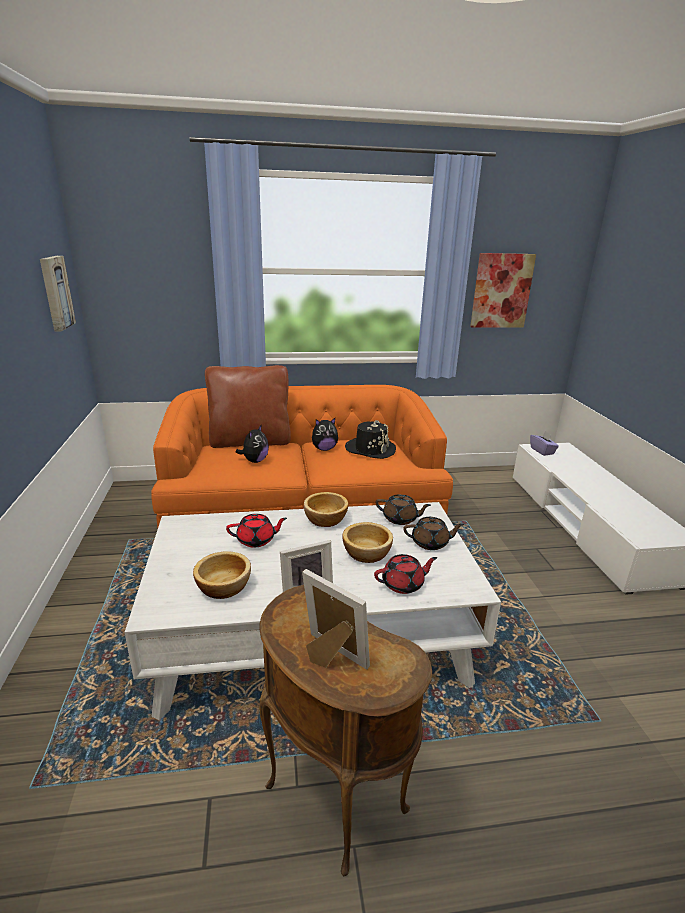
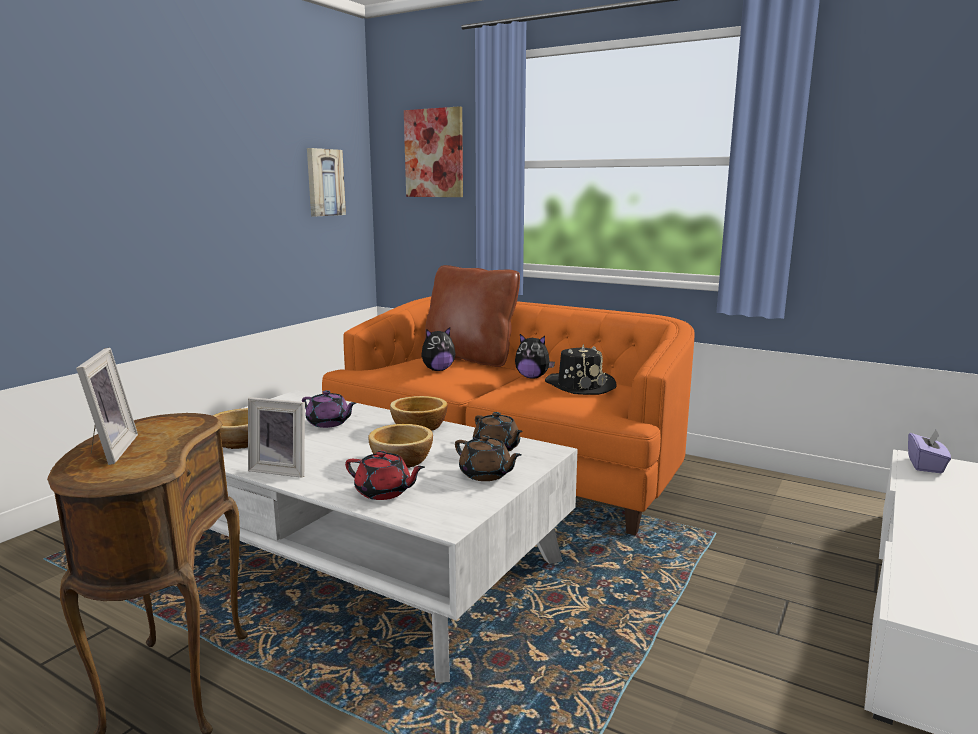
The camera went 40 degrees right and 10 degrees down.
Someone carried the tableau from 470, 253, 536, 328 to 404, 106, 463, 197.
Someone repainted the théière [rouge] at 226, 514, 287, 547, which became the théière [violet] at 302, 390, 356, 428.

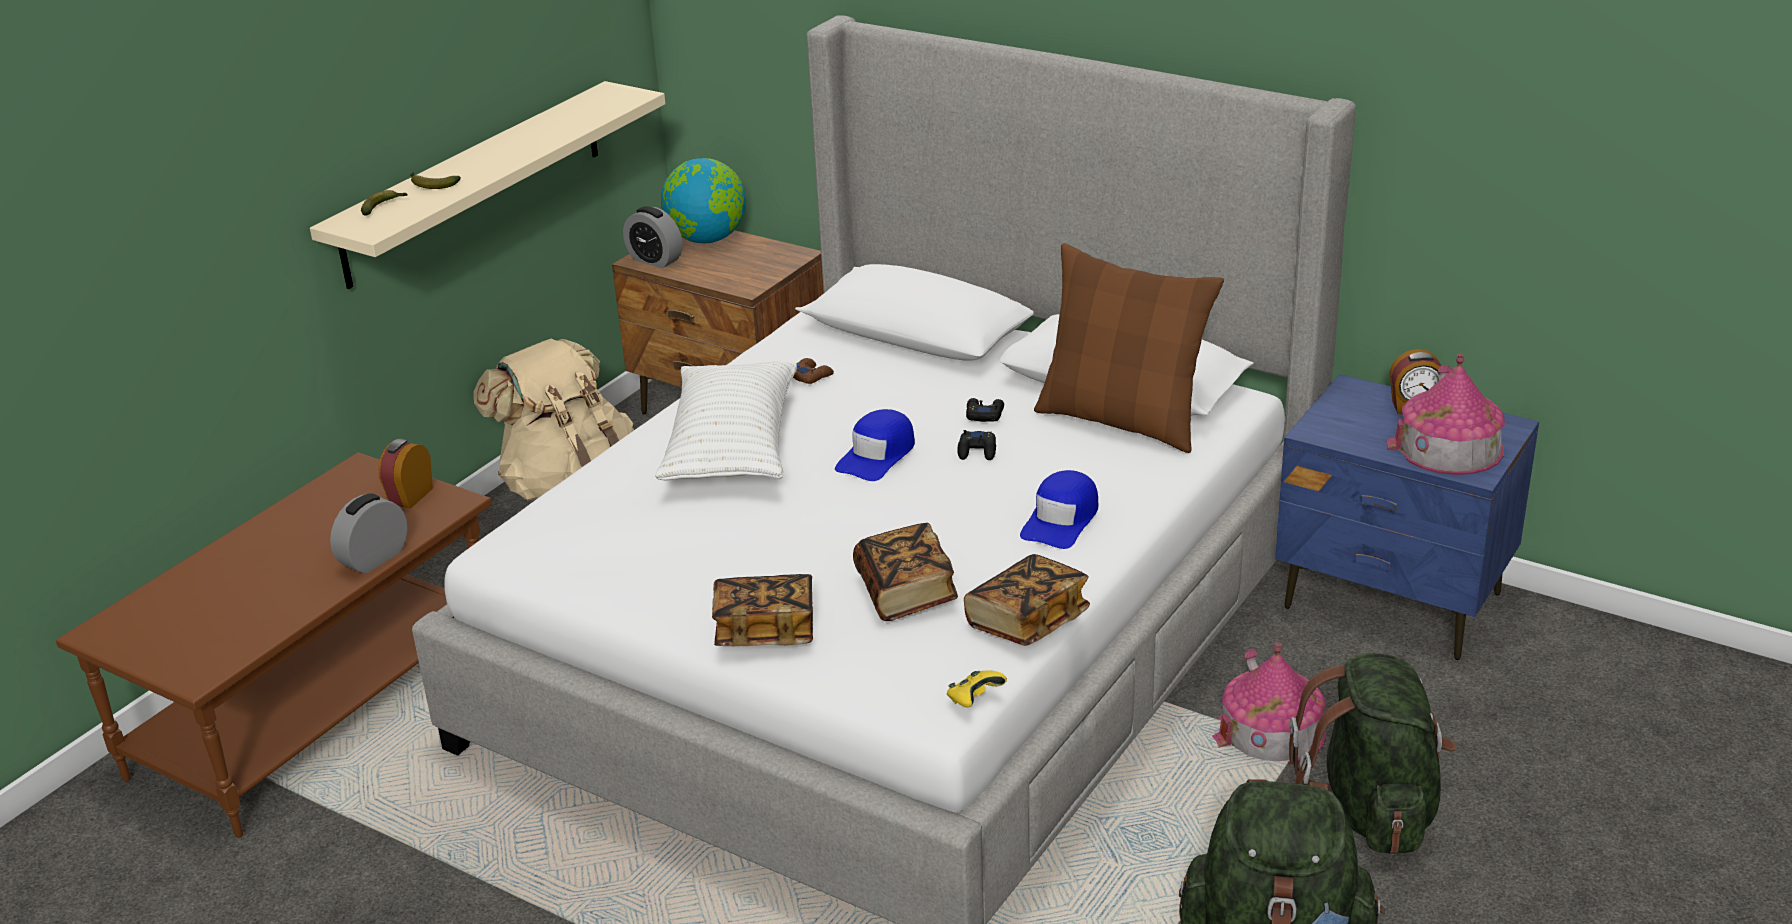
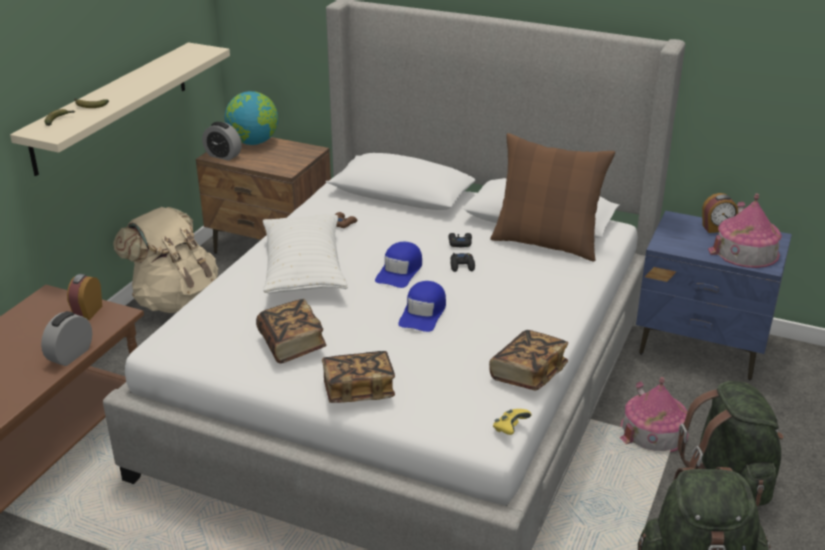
The camera went 10 degrees left and 0 degrees up.
Someone carried the livre from 853, 523, 958, 621 to 256, 299, 326, 364.
Someone carried the casquette [bleu] from 1020, 470, 1098, 549 to 398, 281, 446, 332.

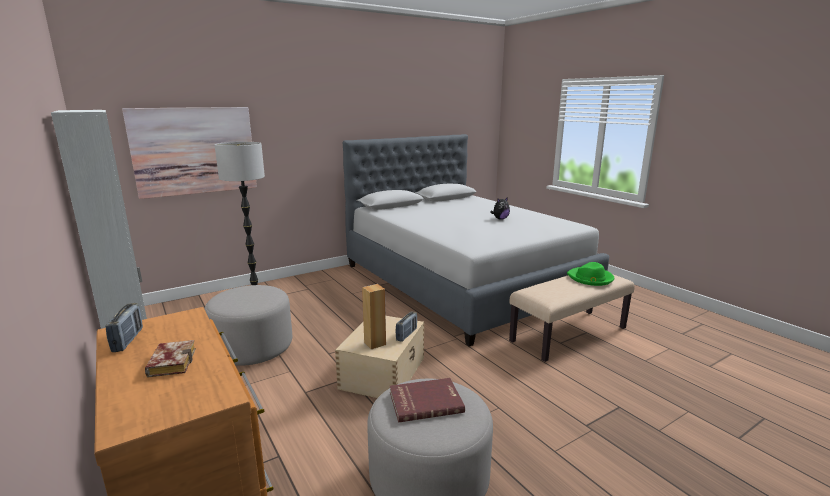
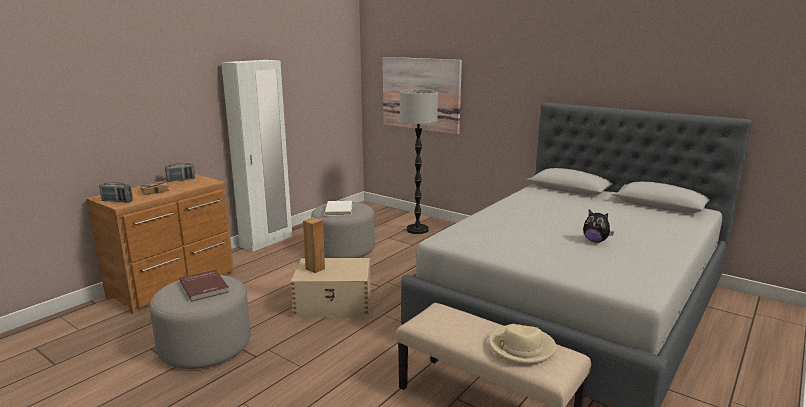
The camera went 70 degrees right and 0 degrees up.
Someone put down the livre [blanc] at 325, 201, 352, 216.
Someone carried the radio from 396, 312, 417, 342 to 99, 182, 133, 202.
Someone repainted the chapeau [vert] at 567, 262, 614, 286, which became the chapeau [beige] at 489, 324, 556, 365.

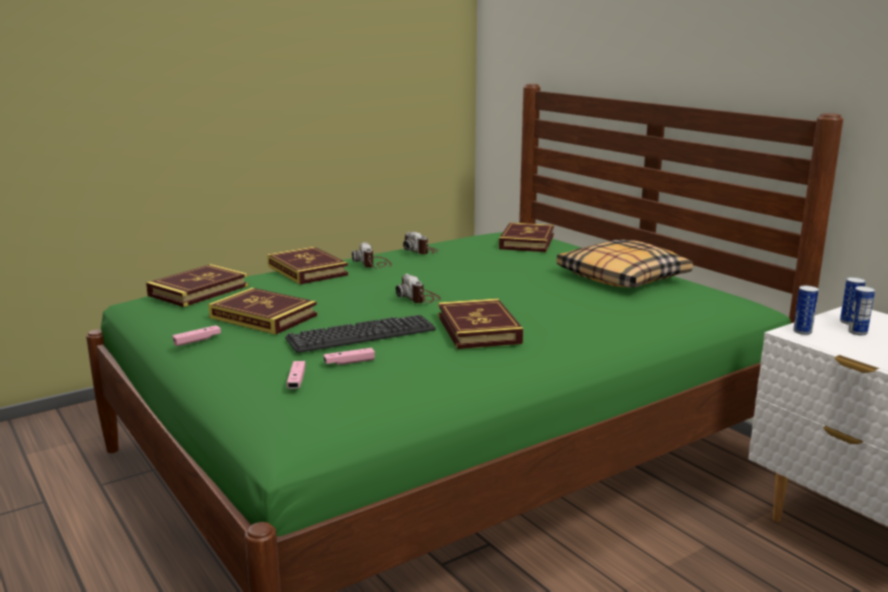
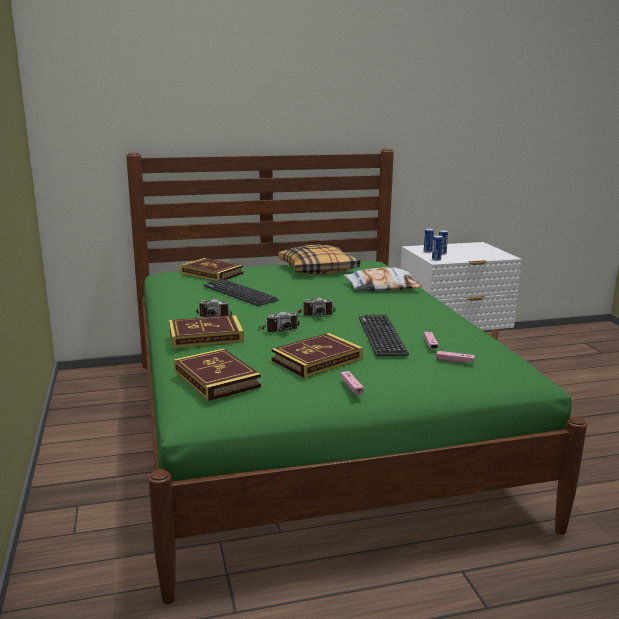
The camera went 70 degrees left and 0 degrees up.
Someone took away the livre at 438, 298, 523, 349.
Someone put down the clavier at 204, 279, 278, 306.
Someone put down the coussin at 344, 267, 422, 291.
Someone carried the appareil photo from 403, 232, 439, 254 to 258, 311, 300, 332.

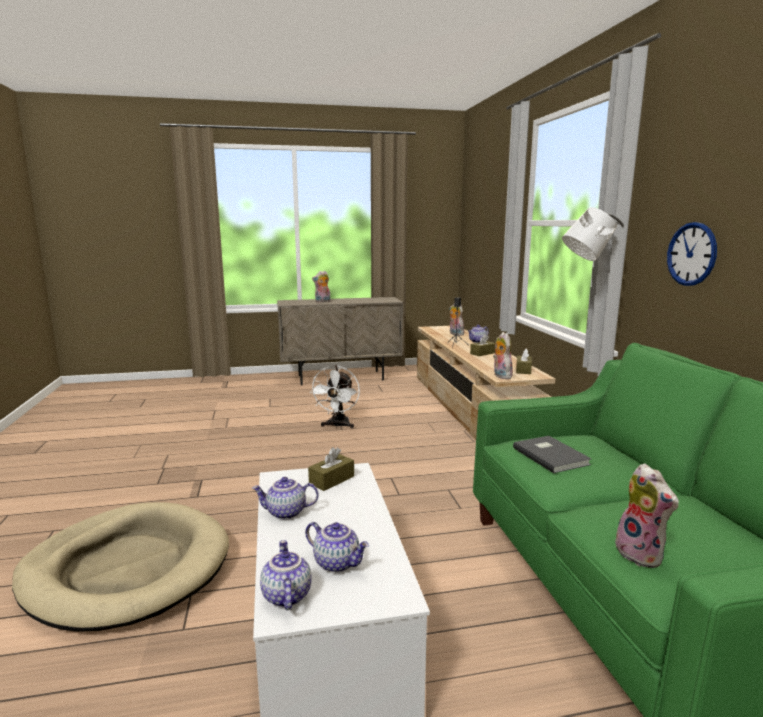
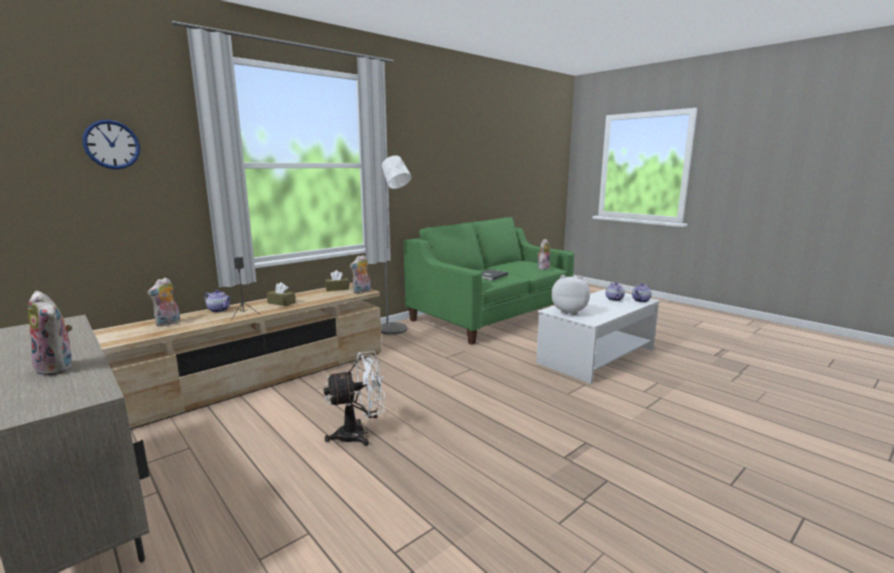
The camera went 120 degrees left and 0 degrees up.
Someone took away the panier pour chien [beige] at 12, 502, 229, 632.
Someone took away the théière at 252, 477, 319, 520.
Someone carried the horloge murale from 667, 222, 717, 286 to 82, 120, 140, 169.
Someone swapped the boîte à mouchoirs [marron] at 308, 447, 354, 491 for the peluche at 551, 275, 590, 315.

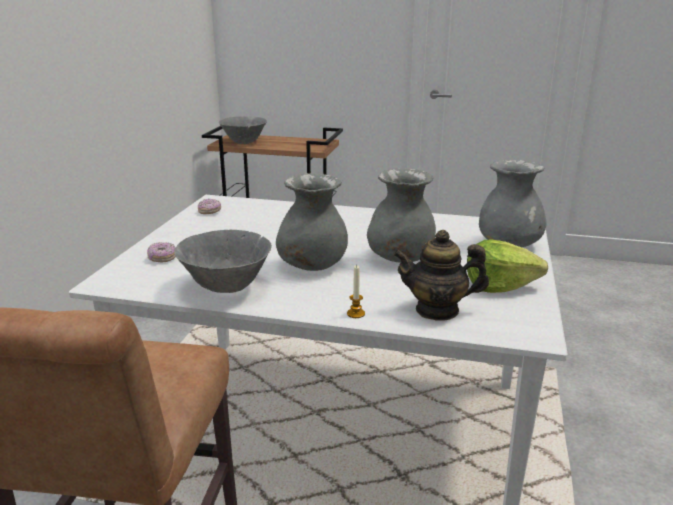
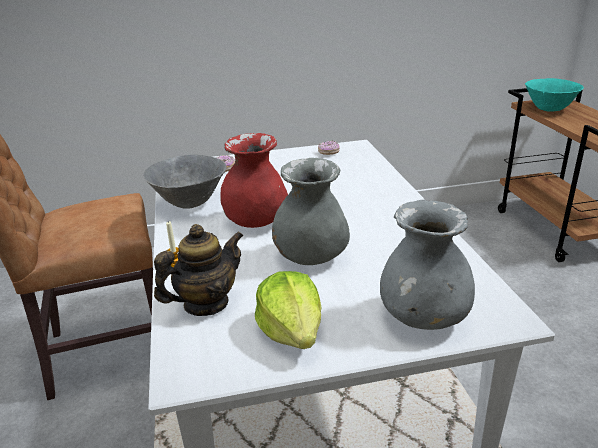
The camera went 65 degrees right and 5 degrees up.
Someone repainted the bol [gris] at 219, 116, 267, 144, which became the bol [turquoise] at 525, 78, 584, 112.
Someone repainted the vase [gris] at 276, 173, 348, 271, which became the vase [rouge] at 220, 133, 288, 228.
Someone rotated the théière at 393, 230, 489, 321 by 75 degrees clockwise.

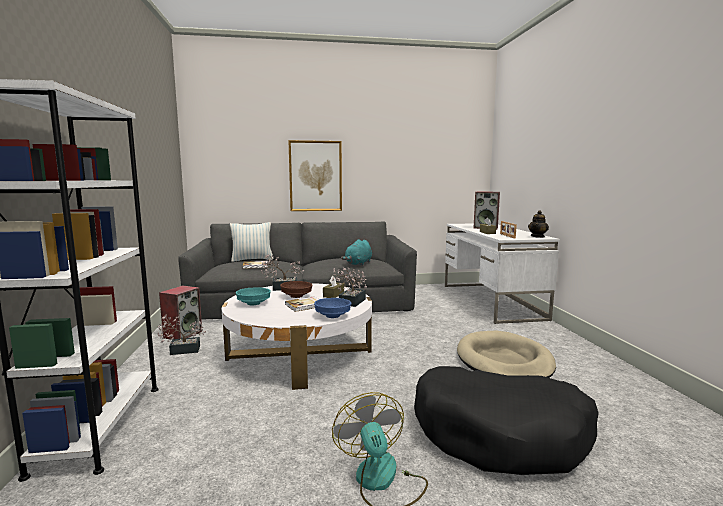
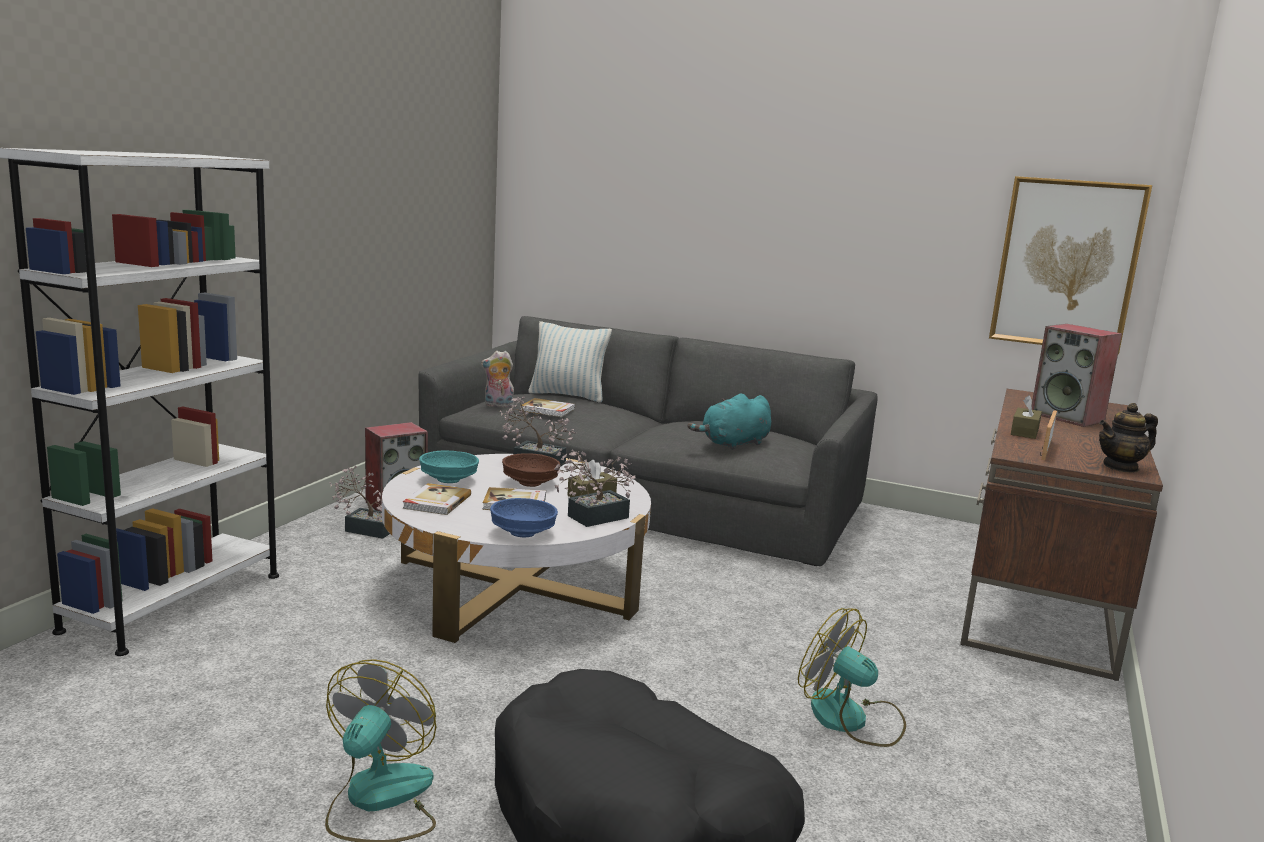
The camera went 30 degrees right and 5 degrees up.
Someone put down the livre at 403, 483, 471, 515.
Someone put down the peluche at 481, 351, 514, 407.
Someone carried the tableau from 288, 140, 342, 211 to 989, 176, 1152, 354.
Someone swapped the panier pour chien [beige] at 457, 331, 556, 378 for the ventilateur at 798, 608, 906, 747.
Someone repainted the bureau [blanc] at 445, 224, 560, 324, which became the bureau [marron] at 960, 389, 1163, 681.

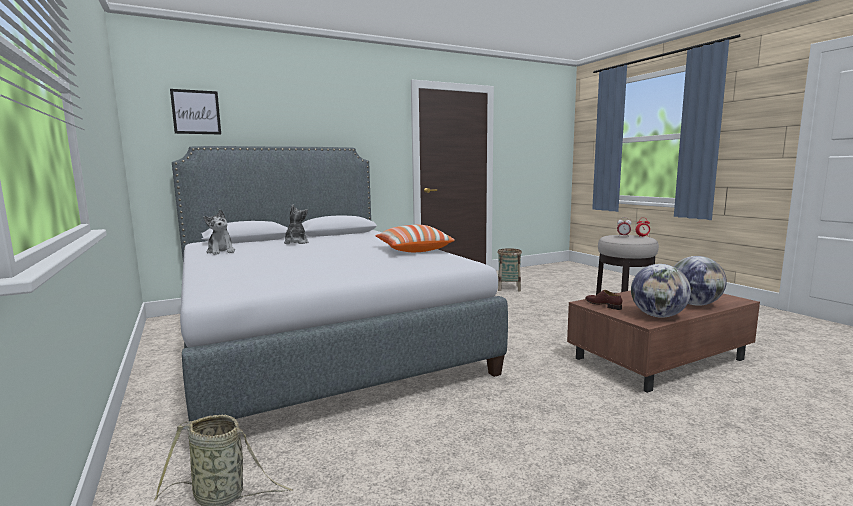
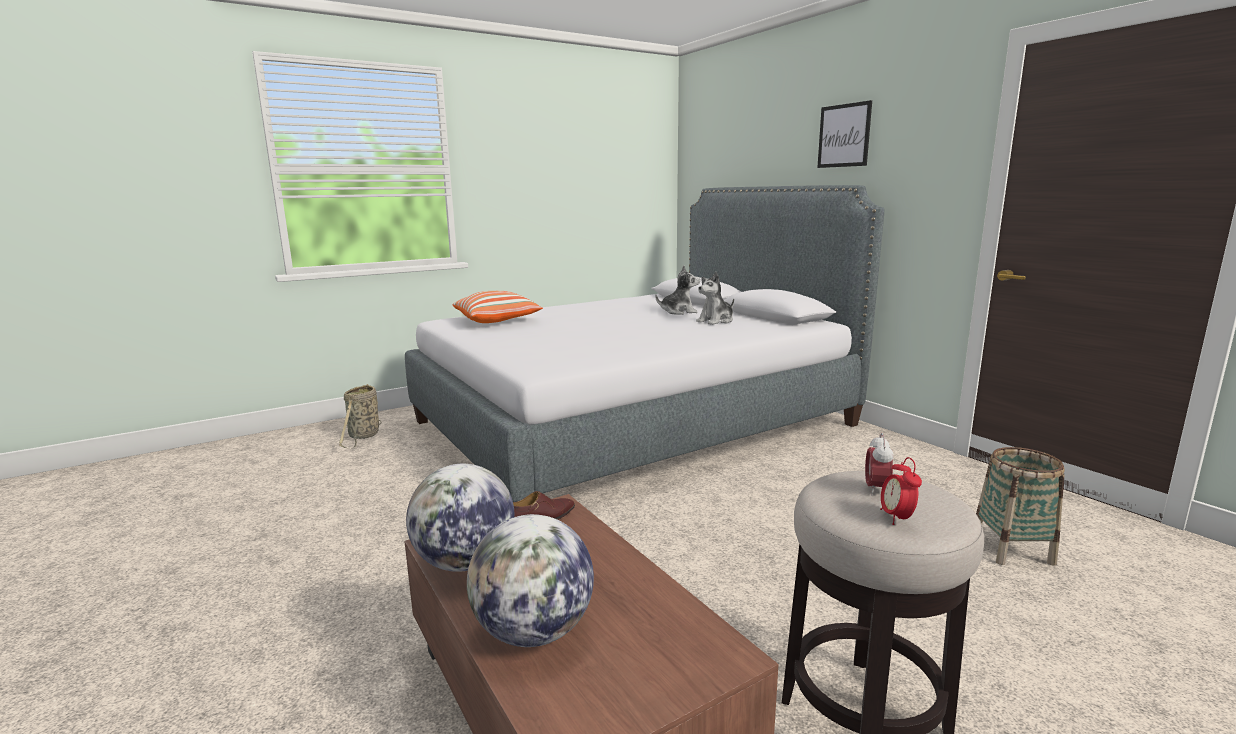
The camera went 85 degrees right and 5 degrees up.
Someone carried the tableau from 170, 89, 221, 134 to 817, 100, 872, 168.
Someone carried the peluche from 203, 210, 235, 255 to 696, 272, 734, 325.
Someone carried the coussin from 375, 225, 455, 252 to 452, 291, 543, 323.

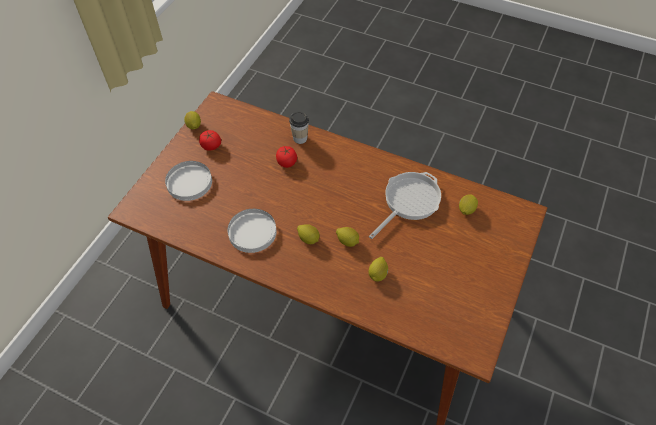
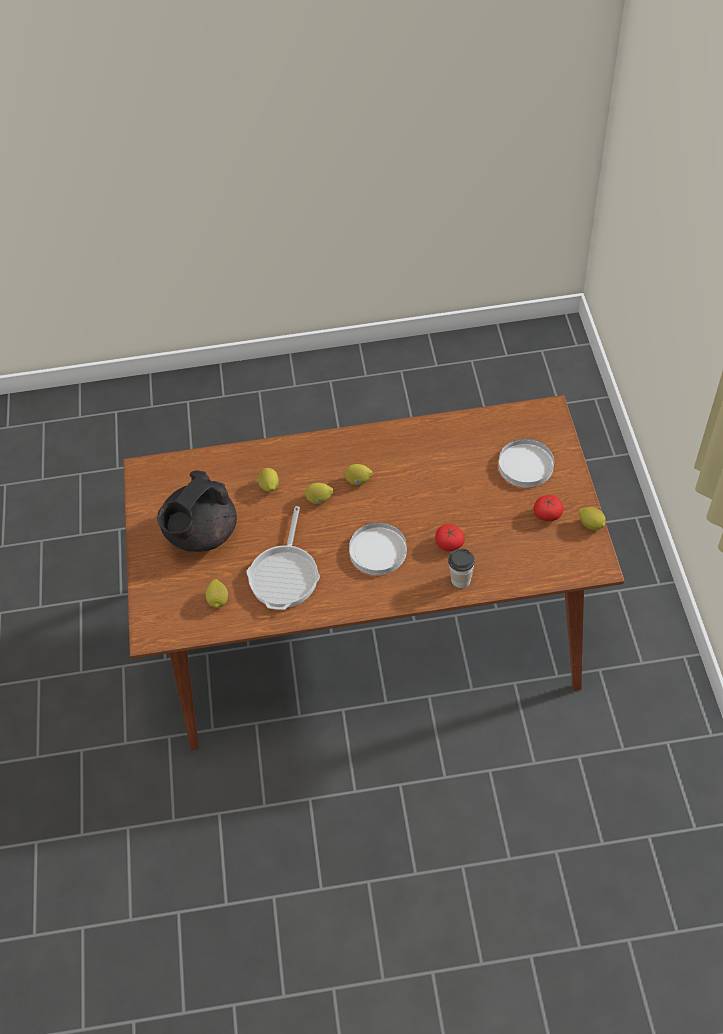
The camera went 150 degrees right and 0 degrees up.
Someone put down the théière [noir] at 157, 470, 237, 552.
Someone carried the assiette [blanc] from 228, 209, 276, 253 to 349, 522, 407, 575.

